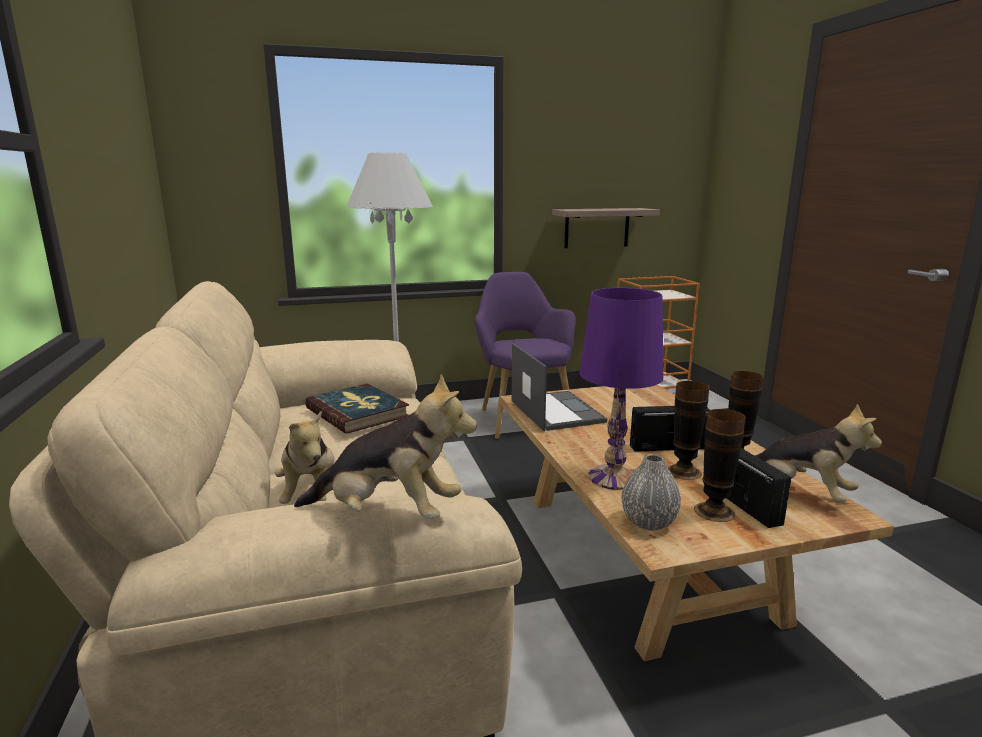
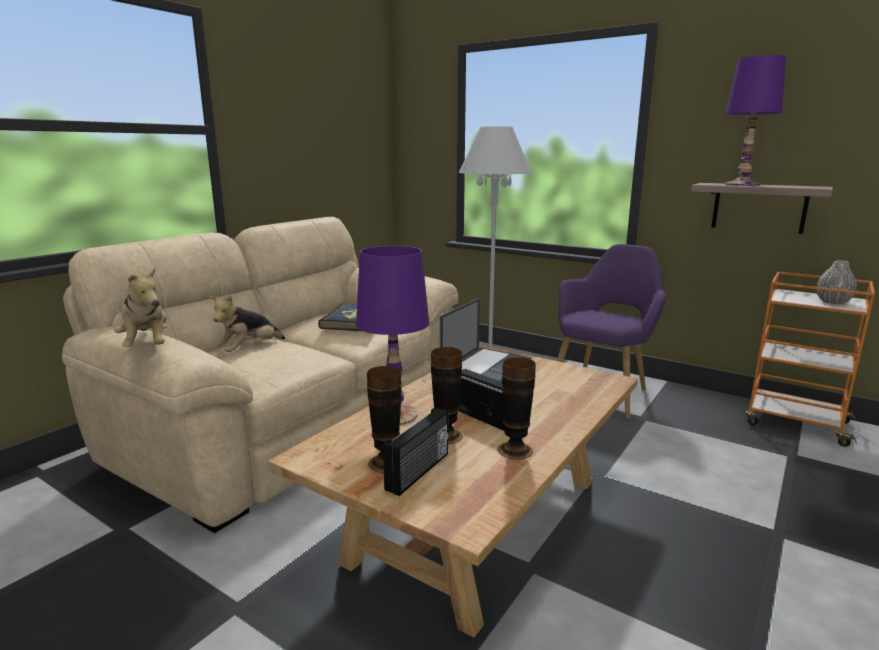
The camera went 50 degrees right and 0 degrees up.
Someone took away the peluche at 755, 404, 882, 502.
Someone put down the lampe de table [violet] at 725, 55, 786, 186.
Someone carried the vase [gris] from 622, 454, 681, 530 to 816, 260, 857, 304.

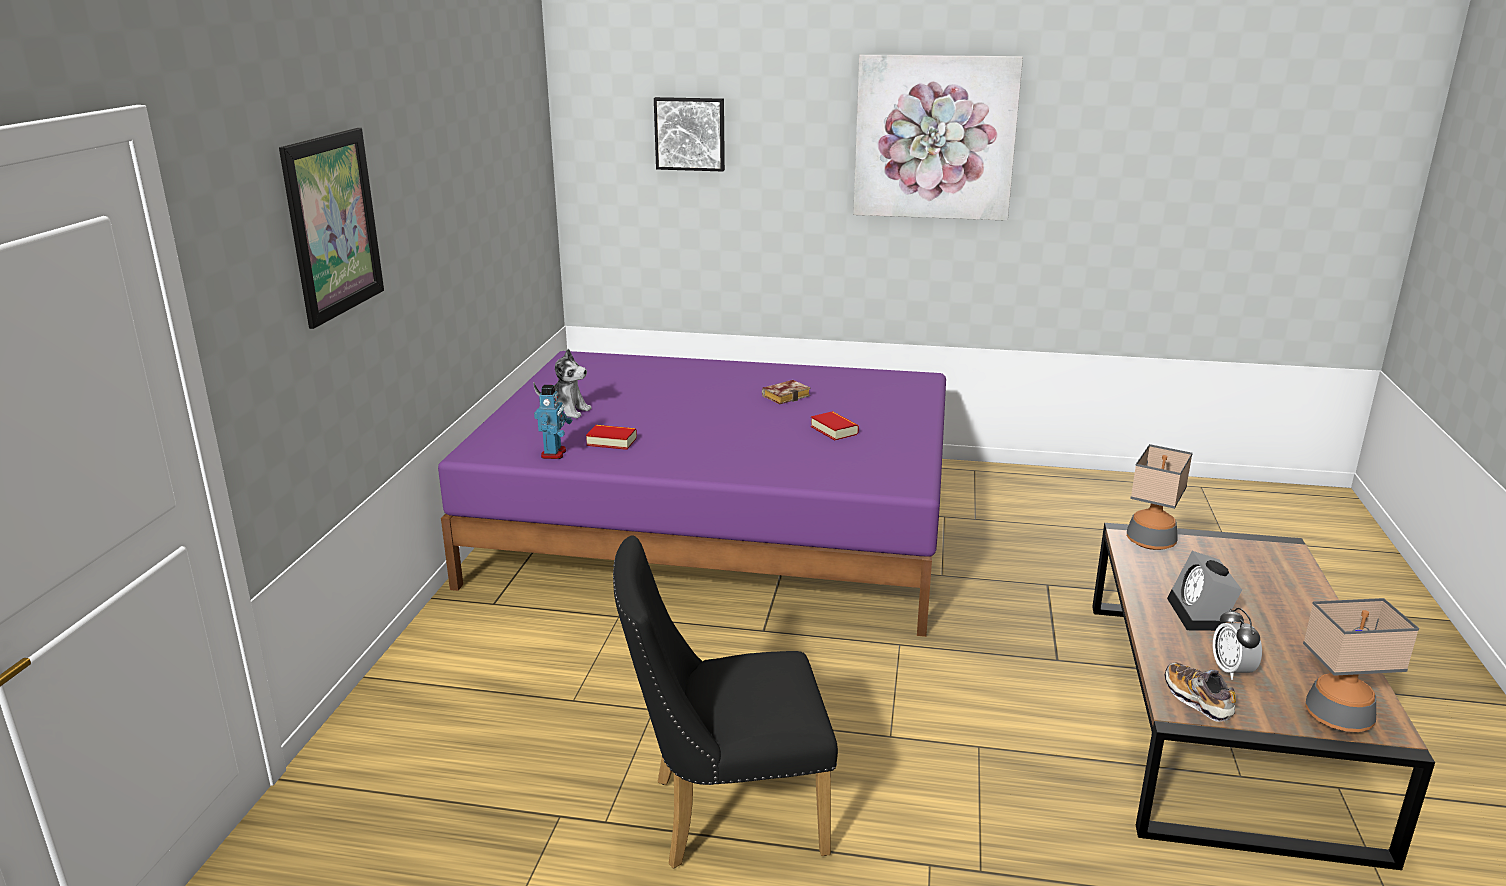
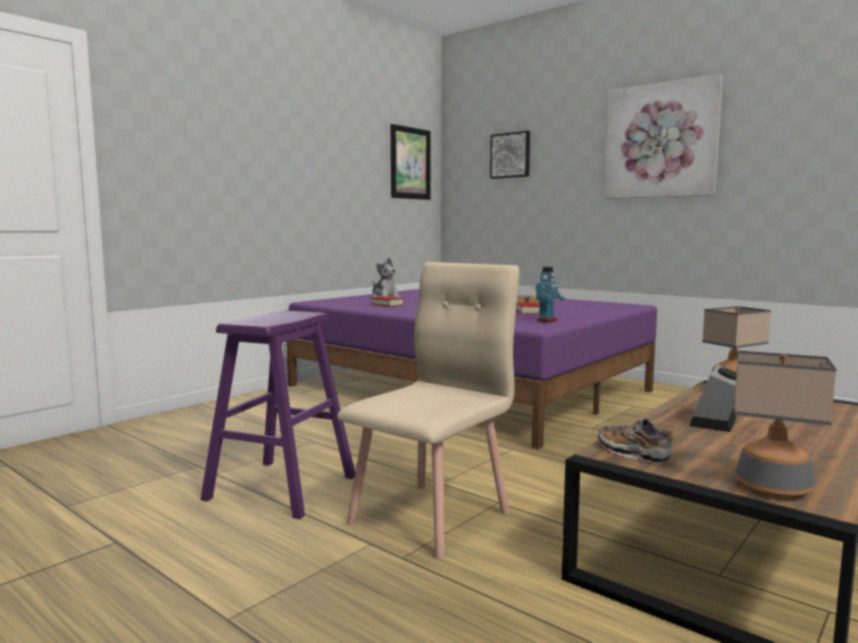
The camera went 30 degrees right and 15 degrees down.
Someone took away the réveil at 1213, 608, 1262, 680.
Someone put down the chaise [beige] at 337, 262, 519, 560.
Someone carried the tableau from 279, 128, 384, 329 to 391, 124, 431, 200.
Someone carried the robot jouet from 534, 385, 572, 459 to 535, 267, 565, 323.
Someone swapped the chaise [noir] at 613, 535, 838, 869 for the tabouret [violet] at 200, 311, 355, 519.
Someone rotated the chaussure at 1165, 662, 1236, 722 by 45 degrees counterclockwise.

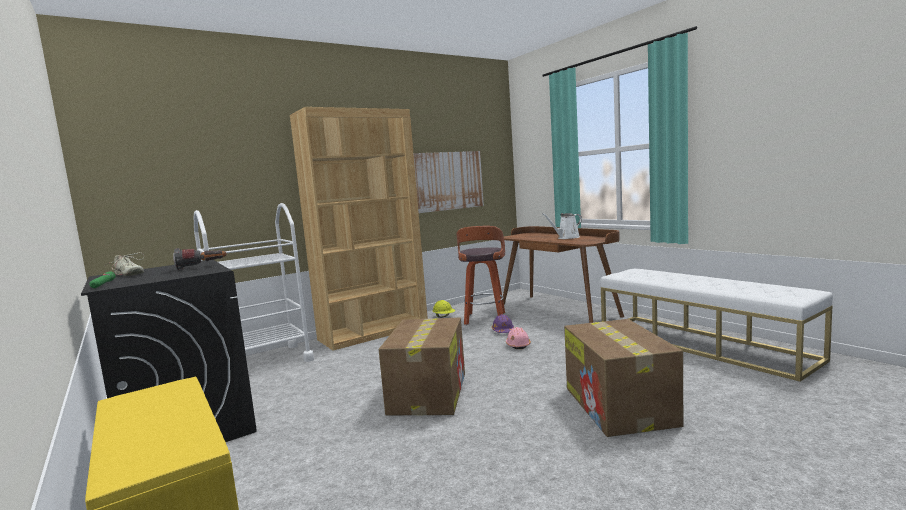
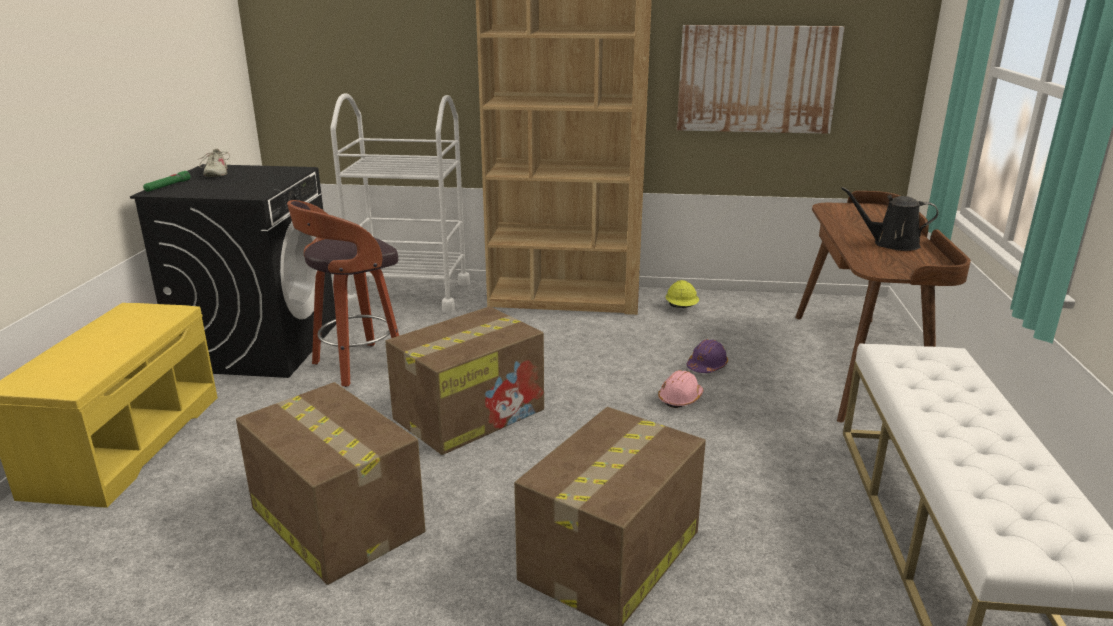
The camera went 40 degrees right and 15 degrees up.
Someone took away the lampe de poche at 173, 248, 226, 270.
Someone put down the carton at 236, 382, 426, 585.
Someone carried the tabouret from 456, 226, 505, 325 to 287, 200, 399, 387.
Someone repainted the arrosoir [blanc] at 542, 213, 582, 239, which became the arrosoir [noir] at 841, 187, 938, 251.

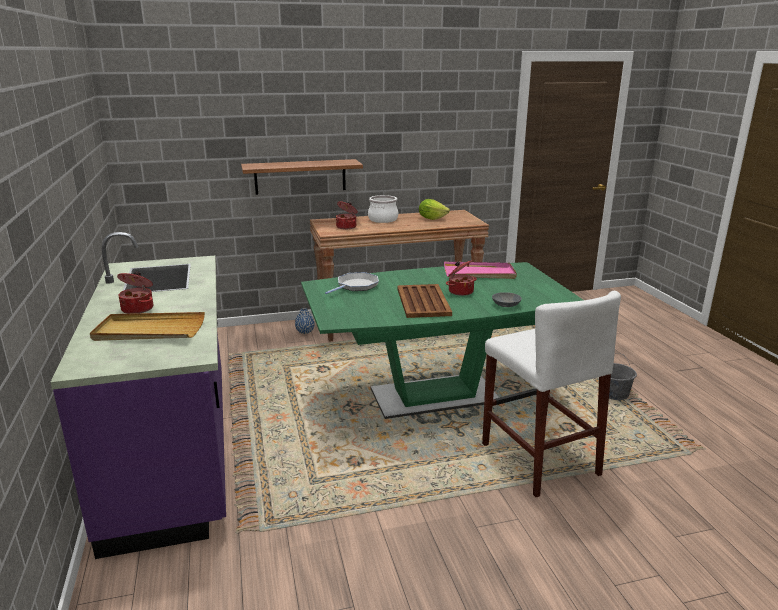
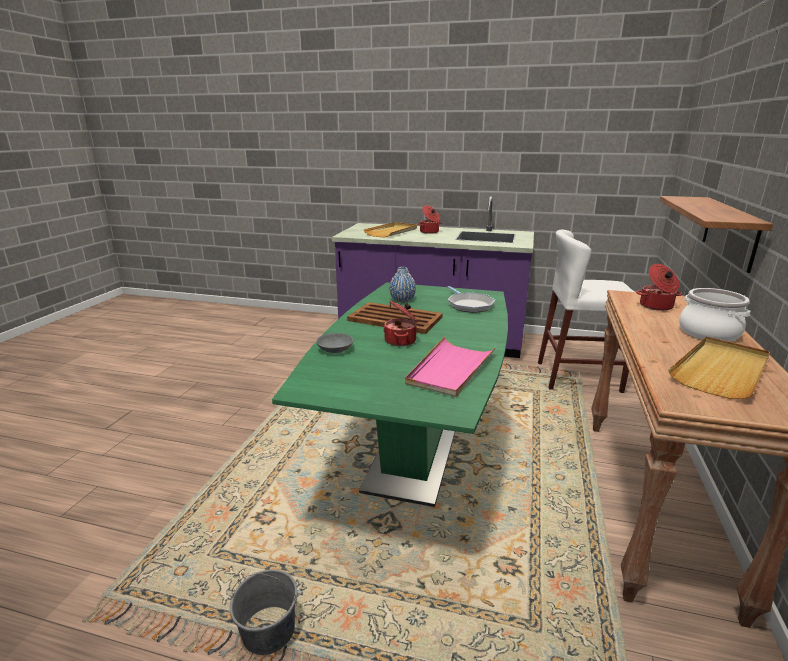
The camera went 120 degrees right and 0 degrees up.
Someone carried the vase [bleu] from 295, 308, 315, 334 to 389, 267, 416, 302.
Someone carried the tabouret [blanc] from 482, 291, 621, 497 to 538, 229, 634, 393.
Someone swapped the laitue at 419, 199, 450, 220 for the plateau [beige] at 668, 336, 770, 399.

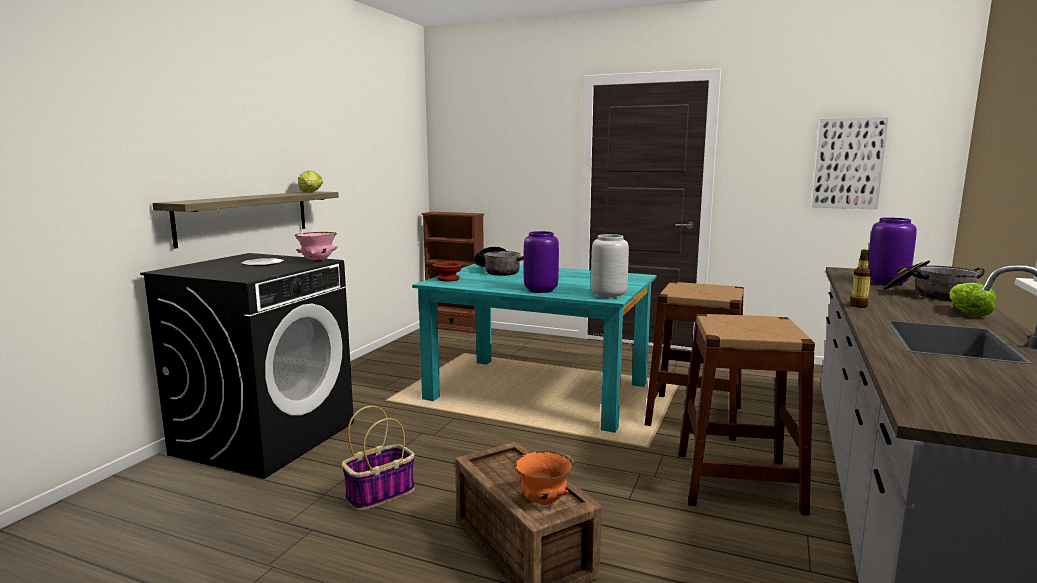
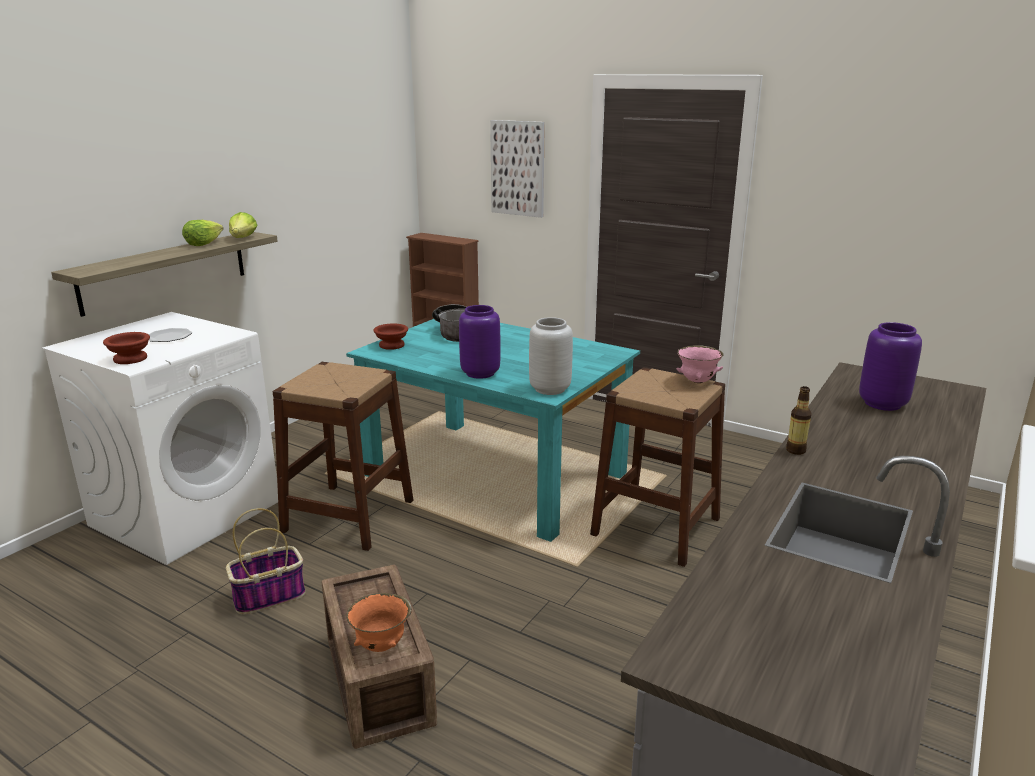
The camera went 10 degrees right and 10 degrees up.
Someone took away the marmite at 883, 260, 985, 302.
Someone put down the bol [marron] at 103, 332, 150, 364.
Someone carried the bol [rose] from 295, 232, 338, 262 to 676, 345, 724, 383.
Someone carried the tabouret [marron] from 678, 314, 815, 516 to 273, 362, 413, 551.
Someone carried the tableau from 812, 117, 888, 209 to 490, 120, 545, 218.
Someone carried the laitue from 950, 283, 996, 317 to 182, 220, 223, 246.
Someone repainted the lave-linge [noir] at 140, 253, 354, 479, which became the lave-linge [blanc] at 42, 312, 278, 565.

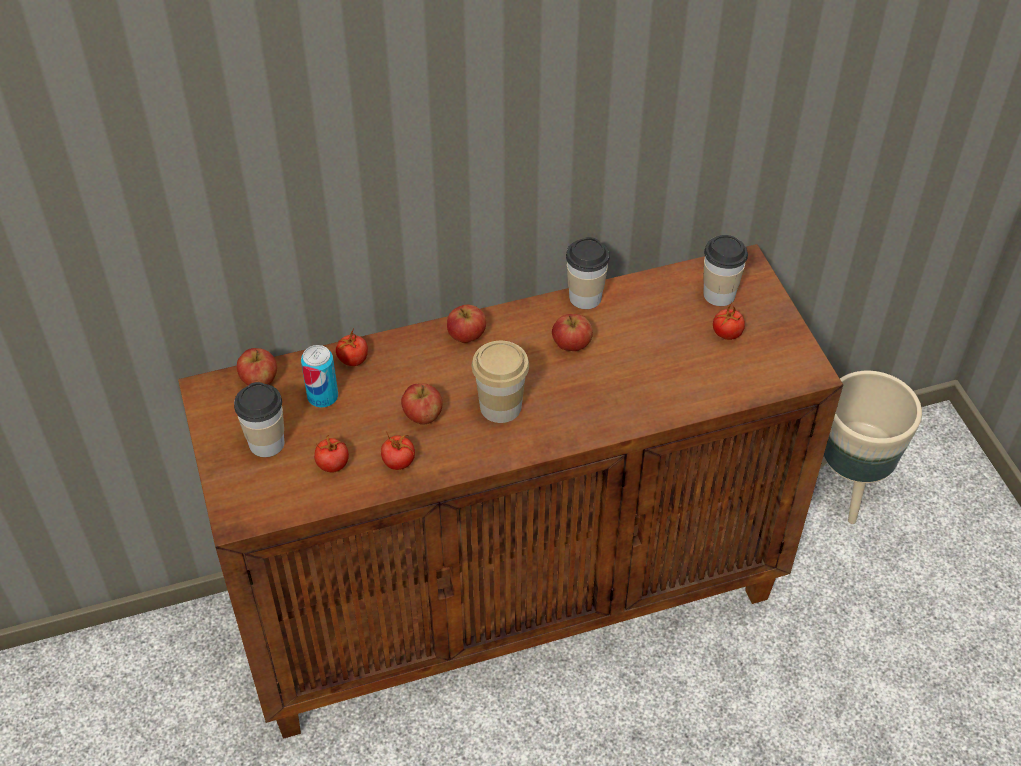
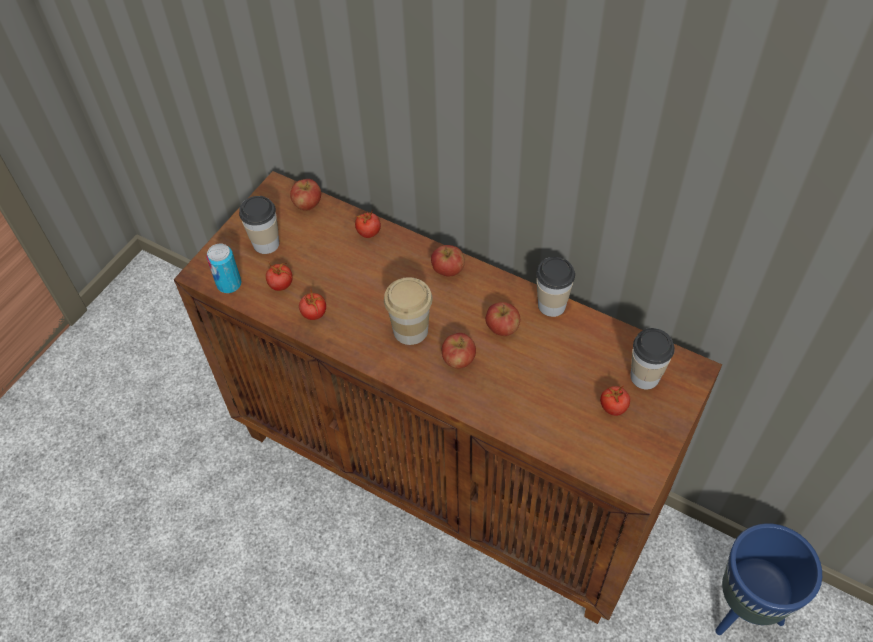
The camera went 50 degrees right and 5 degrees up.
Someone carried the boîte métallique from 301, 345, 338, 408 to 206, 243, 242, 293.
Someone carried the pomme from 401, 383, 443, 425 to 442, 333, 476, 369.
Someone repainted the cache-pot [beige] at 820, 371, 922, 524, which became the cache-pot [bleu] at 715, 523, 822, 635.

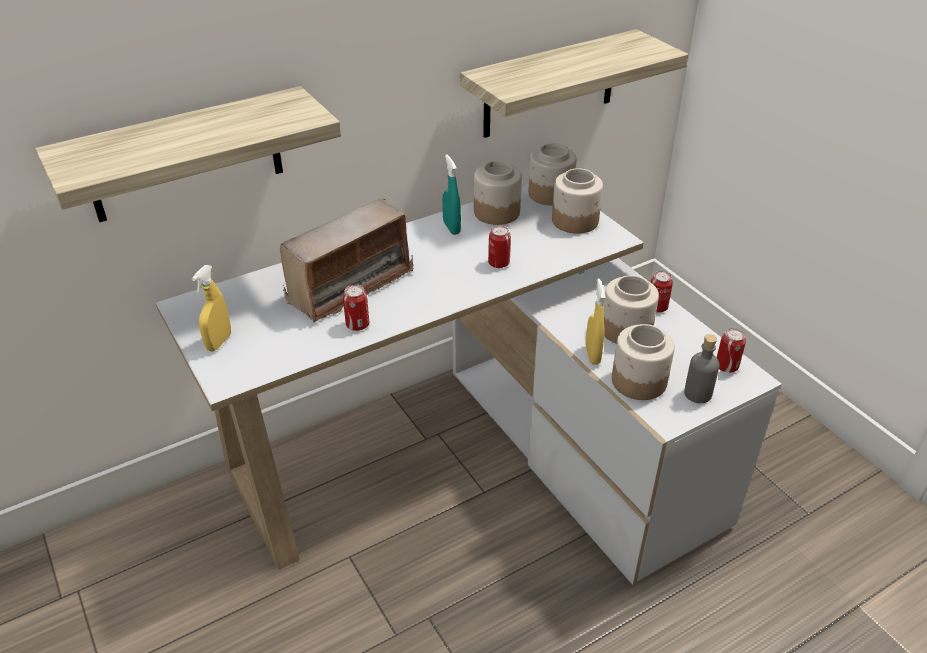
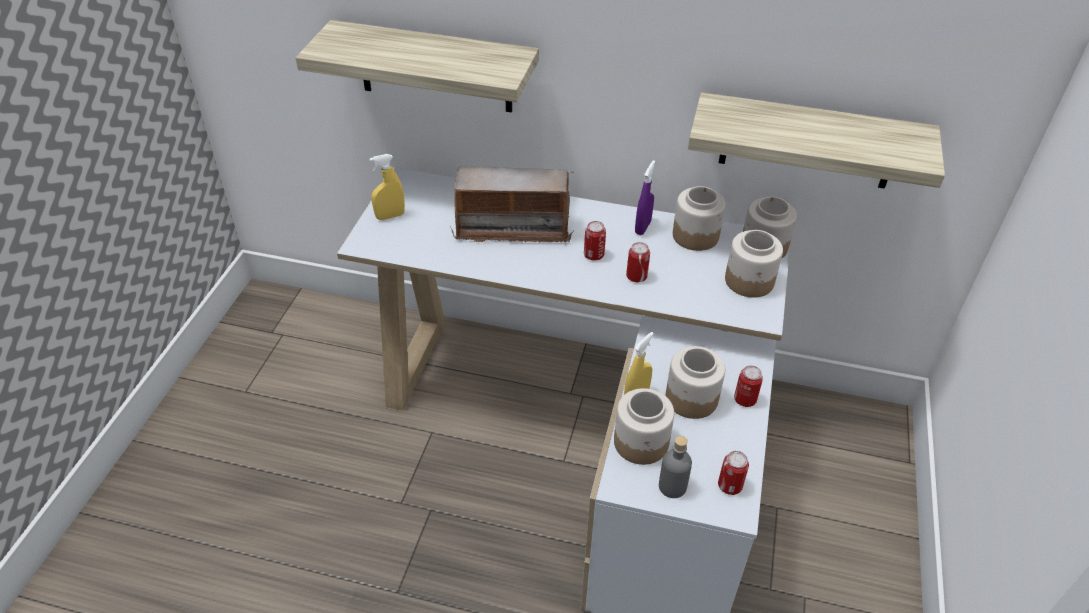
The camera went 45 degrees right and 5 degrees up.
Someone carried the boîte métallique from 343, 285, 370, 331 to 584, 221, 606, 260.
Someone repainted the vaporisateur [turquoise] at 442, 154, 461, 235, which became the vaporisateur [violet] at 635, 160, 655, 235.

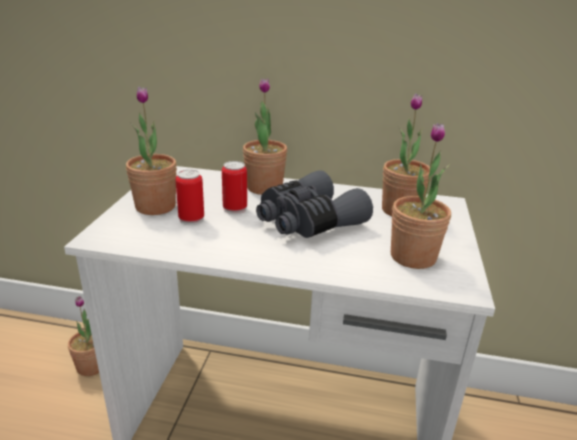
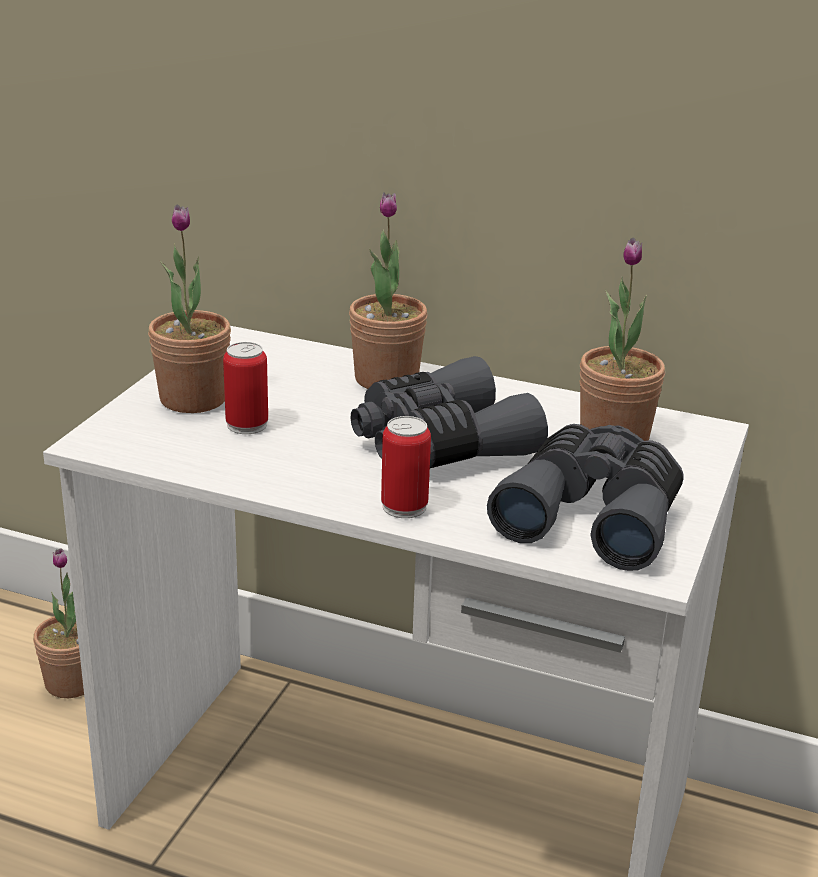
The camera went 10 degrees right and 0 degrees up.
Someone carried the boîte métallique from 222, 161, 247, 214 to 381, 416, 431, 518.
Someone swapped the plante en pot at 391, 122, 451, 269 for the jumelles [gris] at 487, 424, 684, 571.

